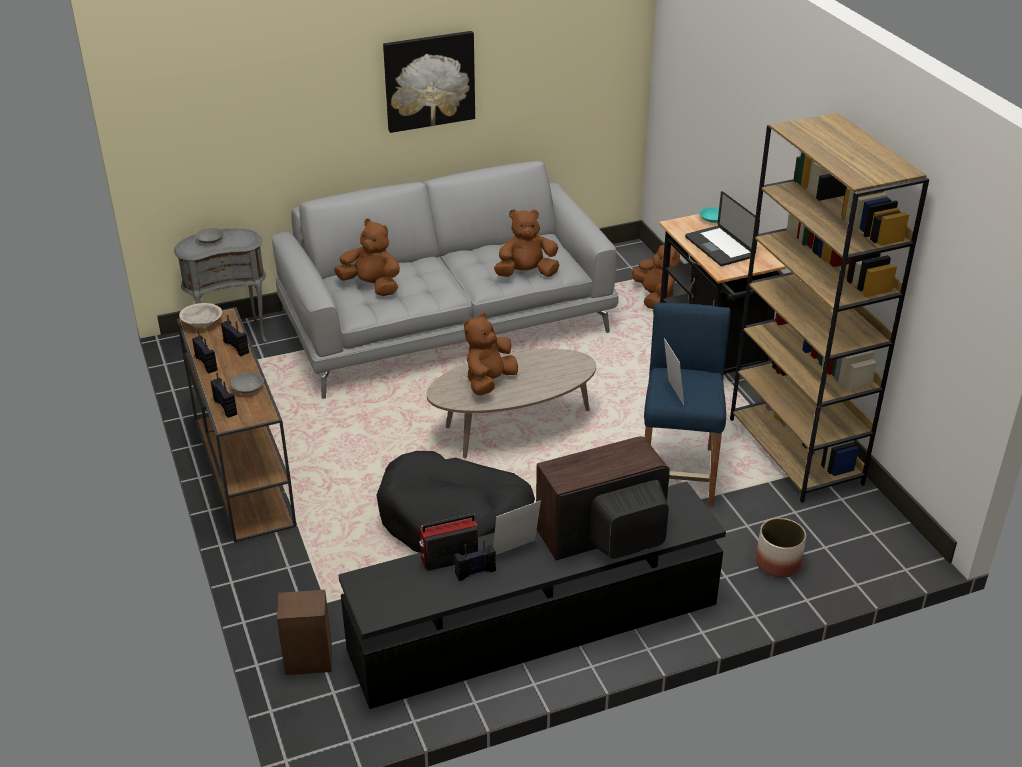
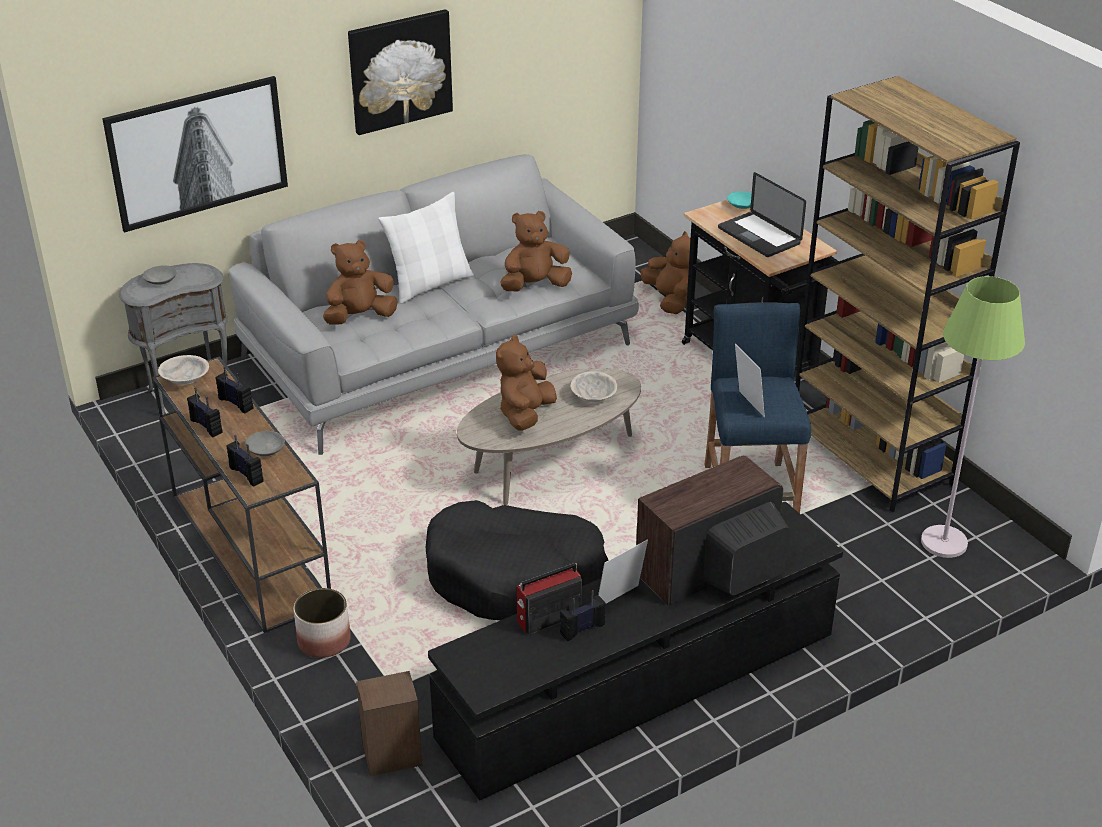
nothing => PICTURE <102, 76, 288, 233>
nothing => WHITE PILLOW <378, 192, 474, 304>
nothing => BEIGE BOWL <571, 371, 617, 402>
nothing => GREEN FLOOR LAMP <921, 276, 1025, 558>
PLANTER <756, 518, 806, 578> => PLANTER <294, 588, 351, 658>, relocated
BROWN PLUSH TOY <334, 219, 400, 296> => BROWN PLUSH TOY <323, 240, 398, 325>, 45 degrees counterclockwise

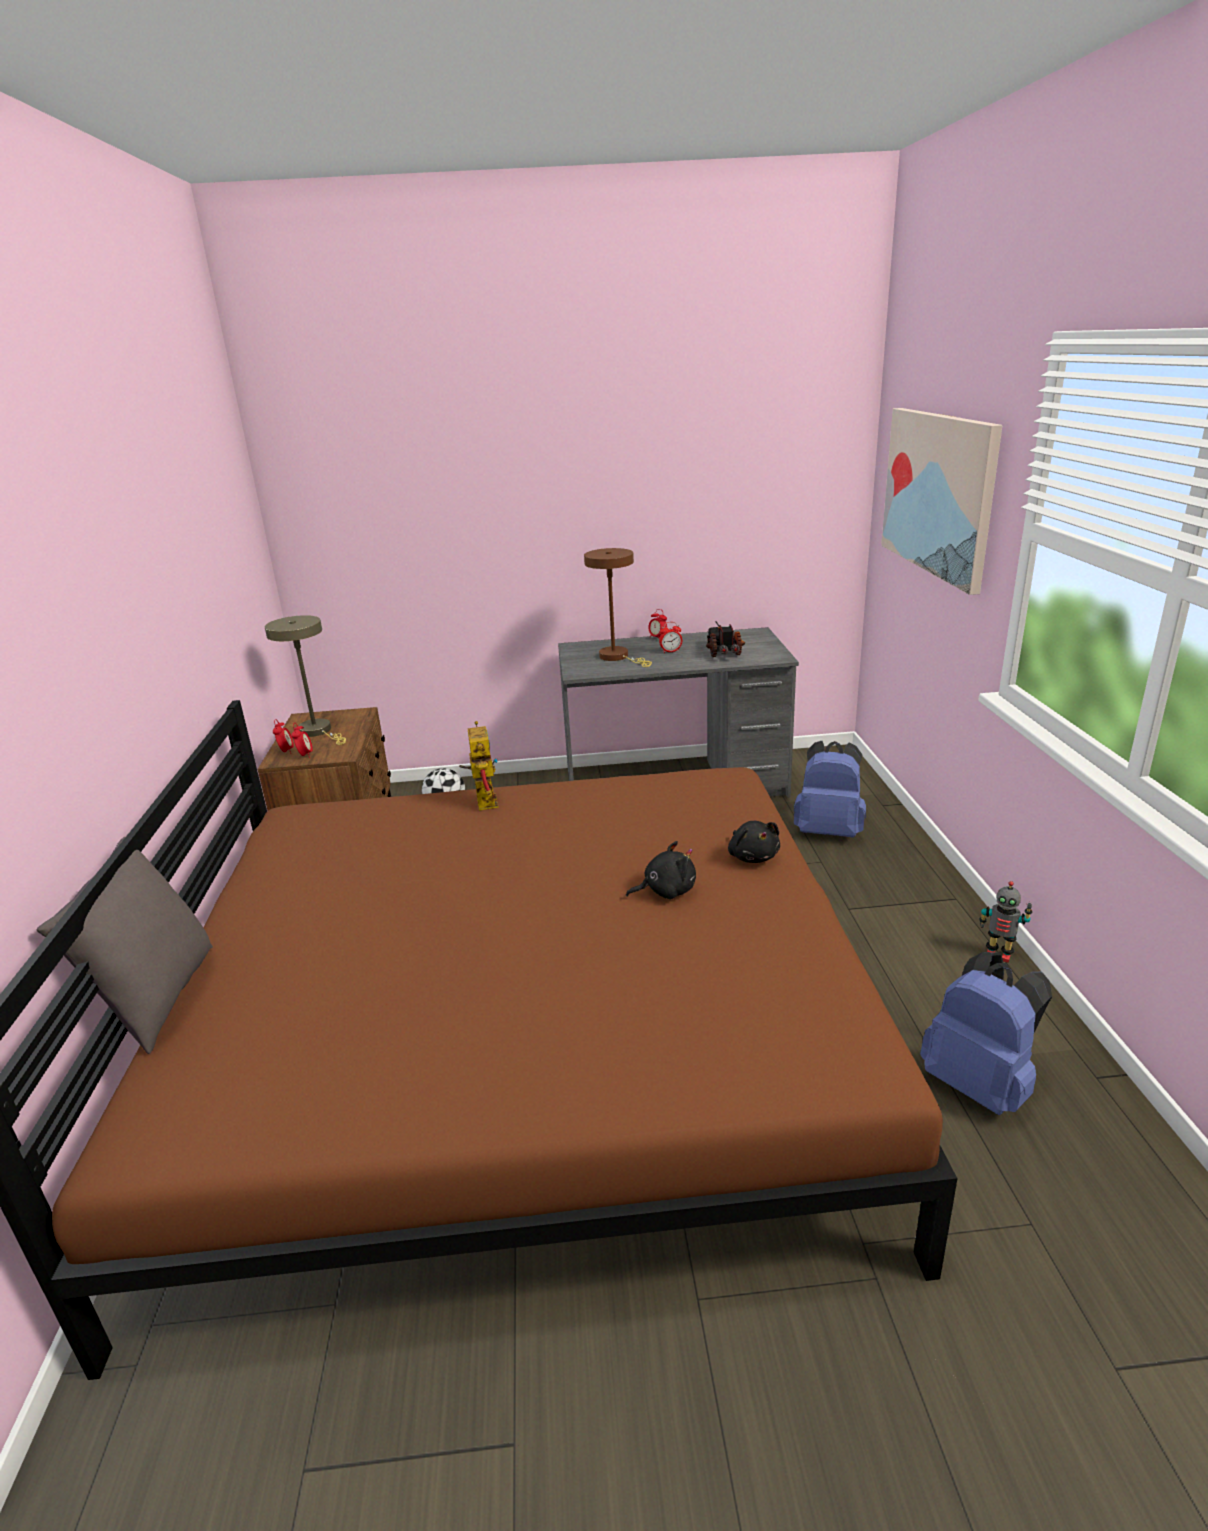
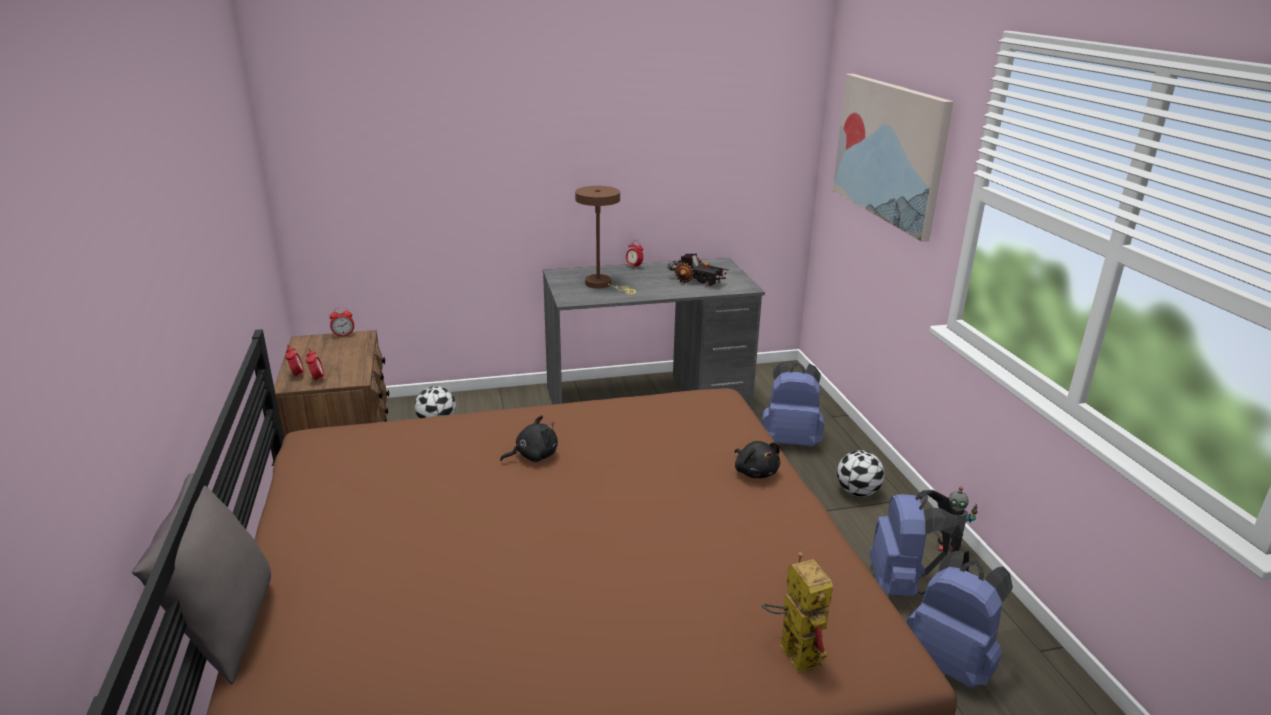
BEIGE TABLE LAMP <265, 615, 346, 745> => nothing
nothing => FOOTBALL <837, 450, 885, 497>
nothing => BLUE BACKPACK <869, 490, 963, 597>
TOY ROBOT <459, 721, 499, 810> => TOY ROBOT <762, 552, 833, 674>, relocated
BLACK PLUSH TOY <626, 841, 696, 899> => BLACK PLUSH TOY <500, 415, 558, 462>, relocated
ALARM CLOCK <659, 622, 682, 653> => ALARM CLOCK <329, 307, 354, 337>, relocated
TOY TRUCK <706, 621, 745, 657> => TOY TRUCK <667, 254, 729, 286>, 135 degrees clockwise

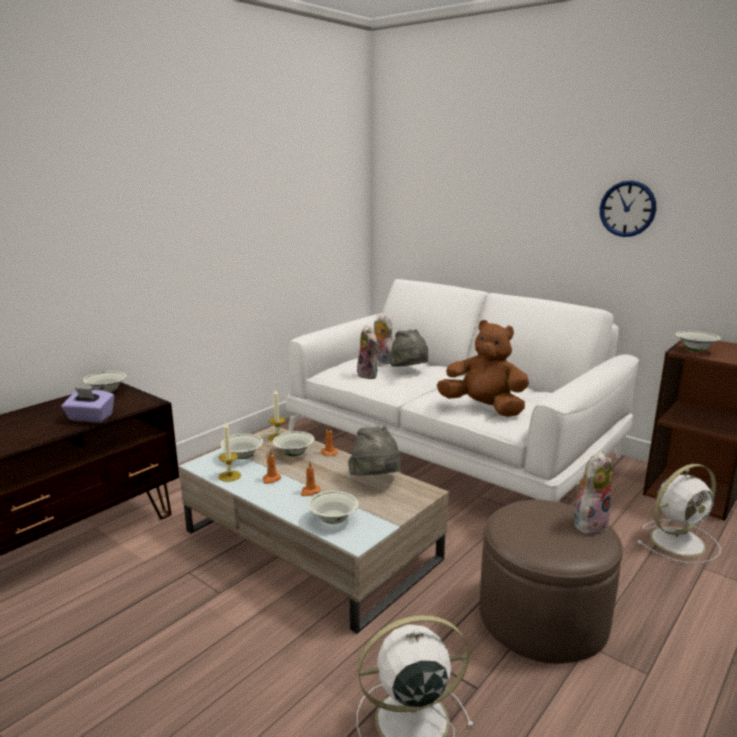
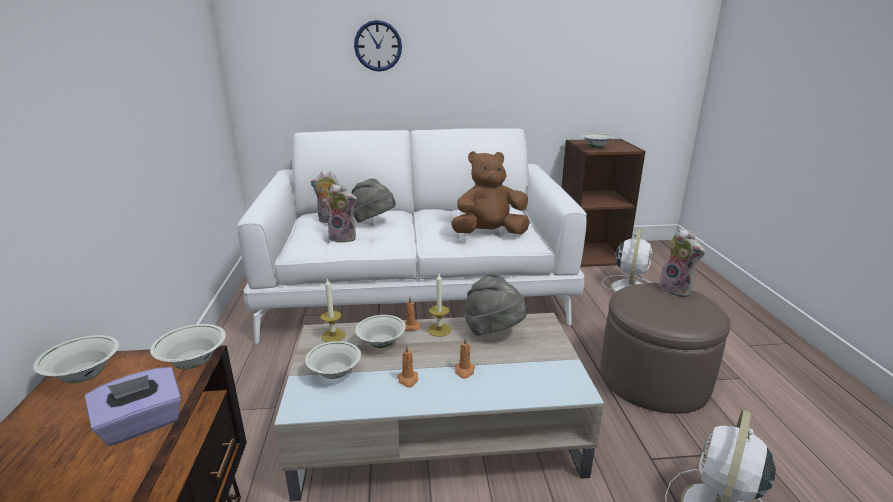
CANDLE <219, 421, 241, 482> => CANDLE <428, 274, 451, 337>, relocated
WHITE BOWL <308, 491, 359, 524> => WHITE BOWL <150, 324, 226, 369>, relocated
WALL CLOCK <600, 180, 656, 237> => WALL CLOCK <354, 20, 402, 72>, relocated
PLUSH TOY <574, 451, 613, 535> => PLUSH TOY <659, 228, 705, 297>, 150 degrees clockwise

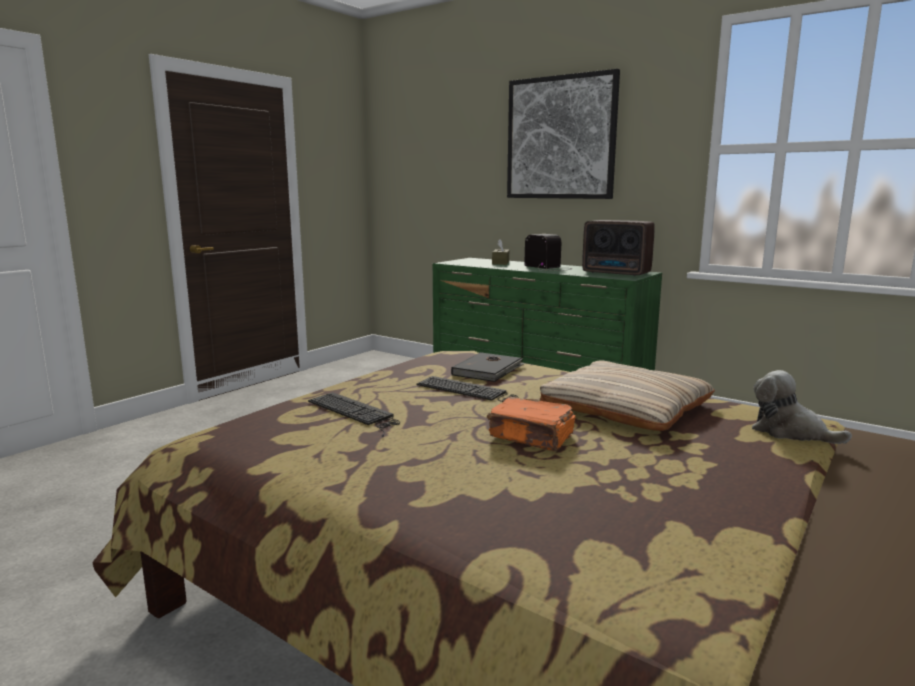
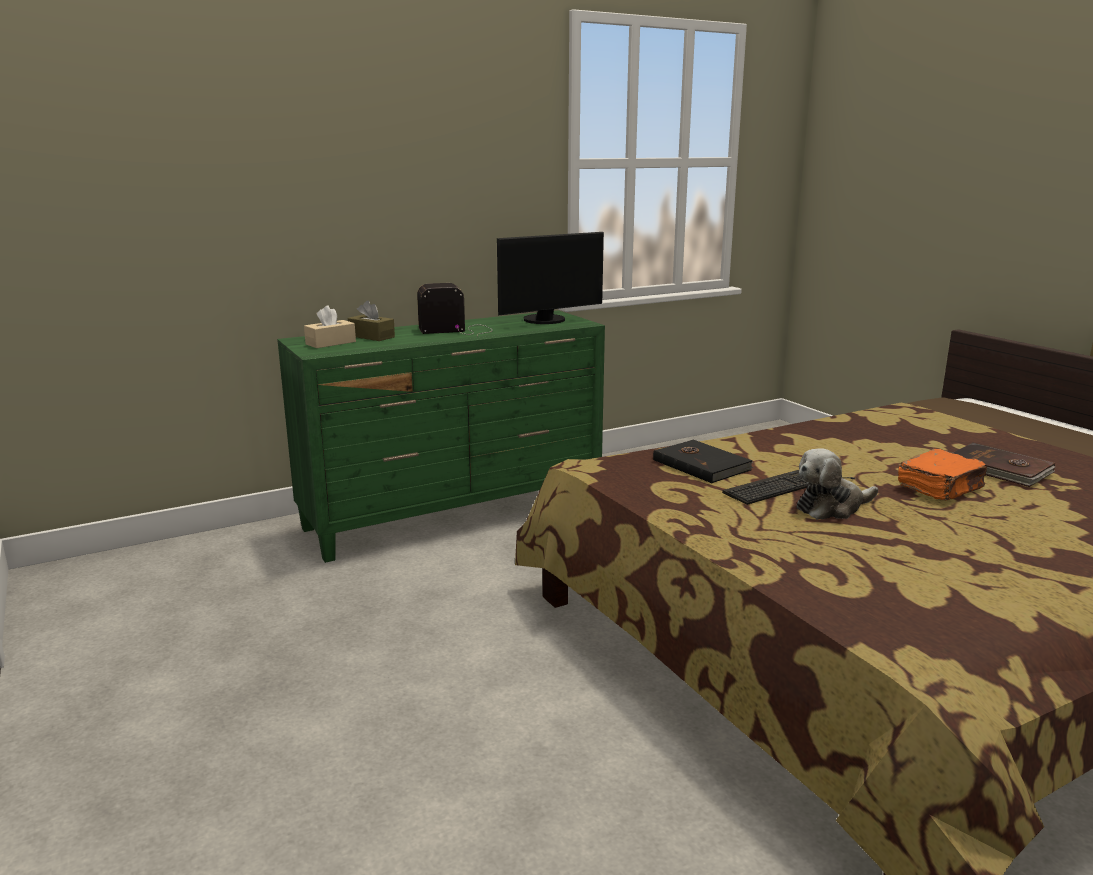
KEYBOARD <308, 392, 400, 437> => nothing
PICTURE <507, 69, 620, 199> => nothing
BEIGE PILLOW <540, 361, 715, 431> => nothing
nothing => BEIGE TISSUE BOX <304, 305, 356, 348>
nothing => BROWN BOOK <953, 443, 1056, 487>
PLUSH TOY <752, 370, 852, 444> => PLUSH TOY <797, 448, 878, 519>, relocated
RADIO <582, 220, 655, 276> => MONITOR <497, 232, 604, 324>

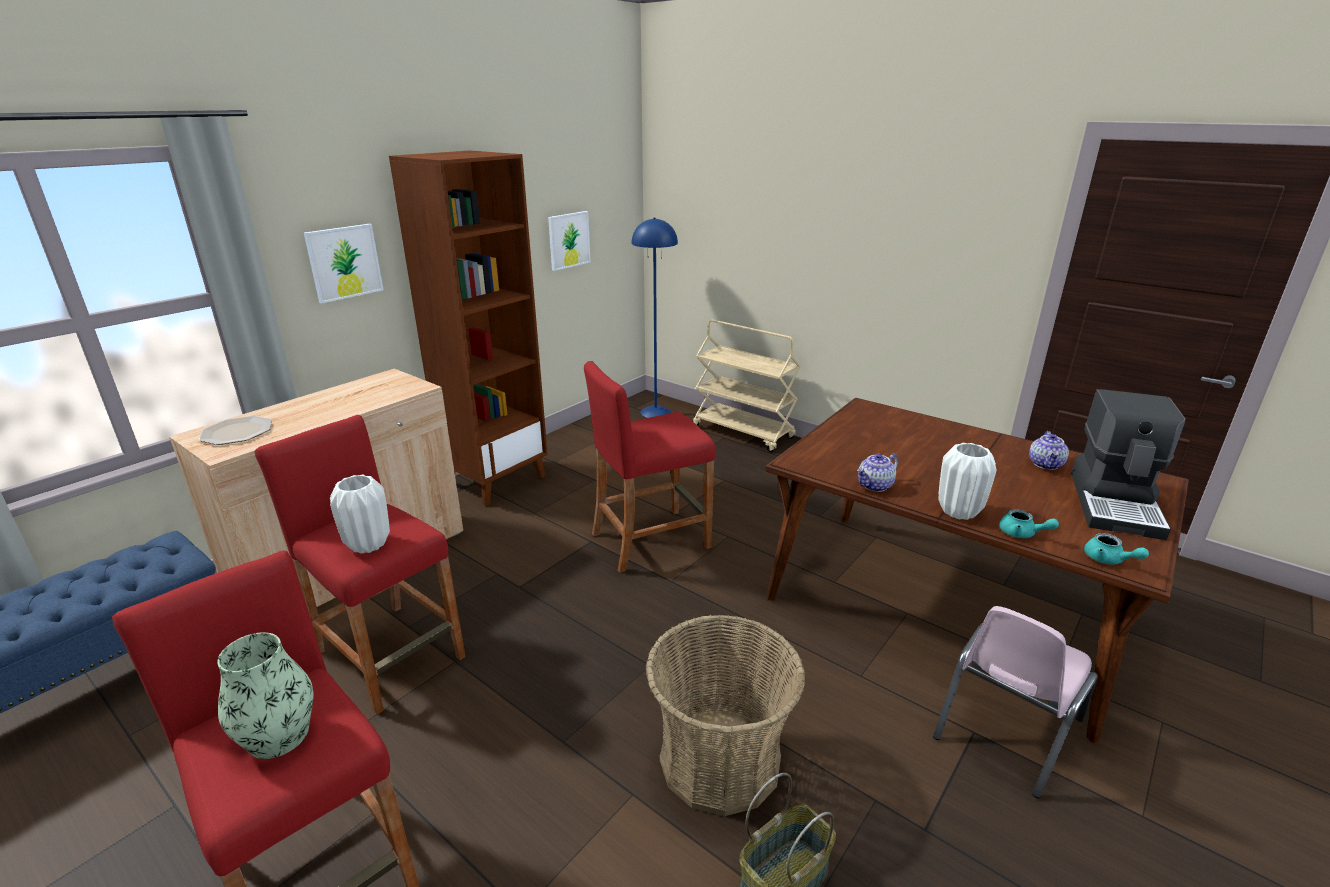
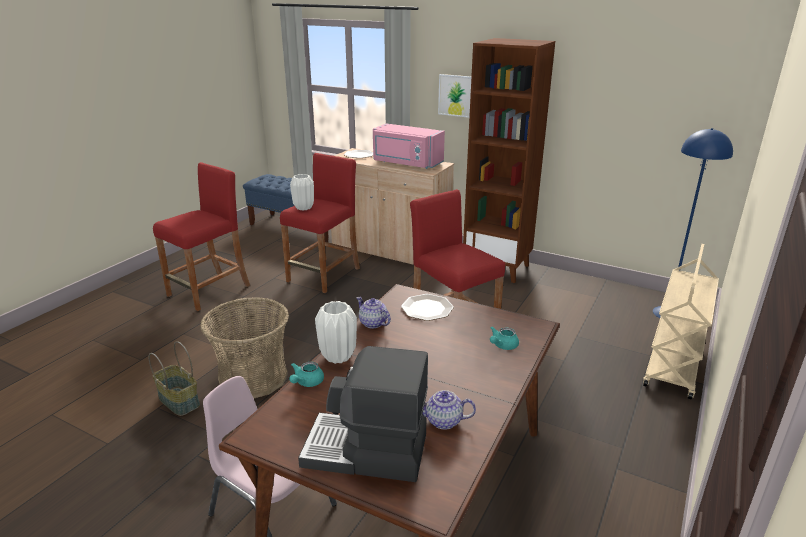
VASE <217, 632, 313, 759> => nothing
PICTURE <548, 211, 591, 271> => nothing
nothing => PINK MICROWAVE <373, 124, 445, 169>
nothing => PLATE <401, 294, 454, 321>
TURQUOISE TEAPOT <1084, 533, 1149, 565> => TURQUOISE TEAPOT <490, 326, 519, 350>, relocated

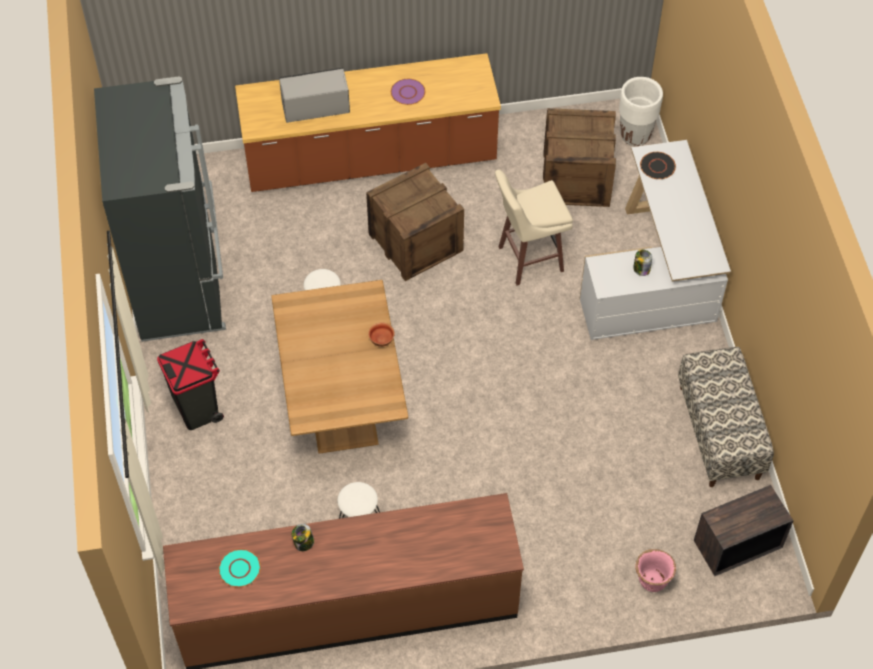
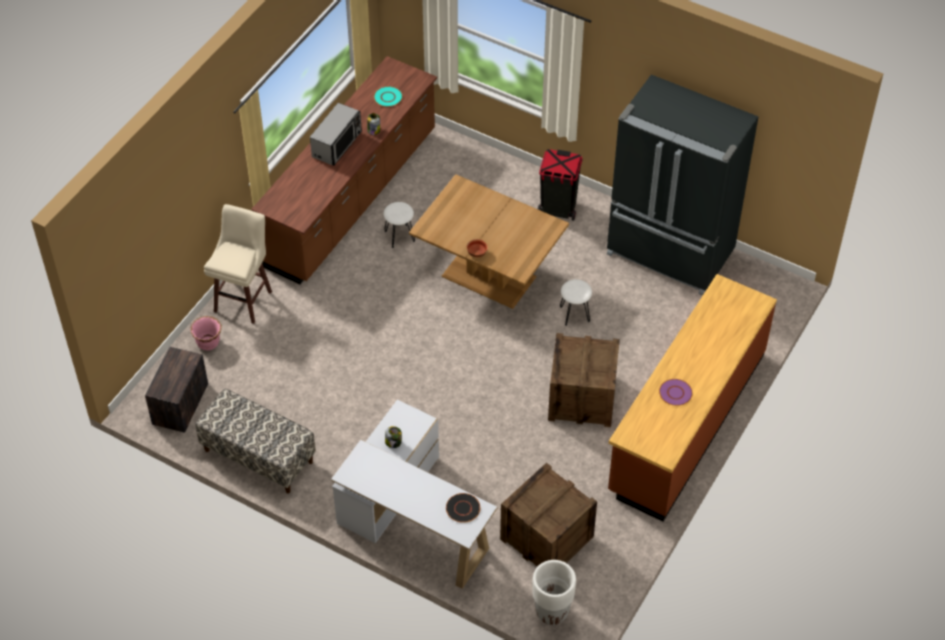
MICROWAVE <279, 68, 350, 123> => MICROWAVE <310, 103, 362, 166>, relocated
BEIGE STOOL <495, 170, 573, 285> => BEIGE STOOL <204, 204, 272, 324>, relocated

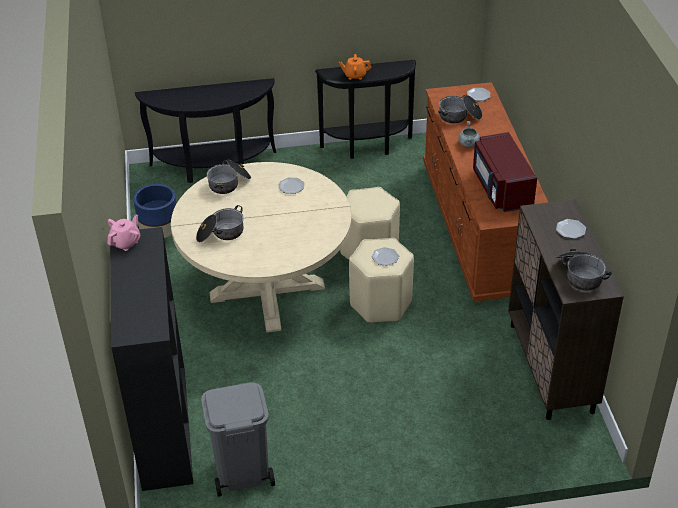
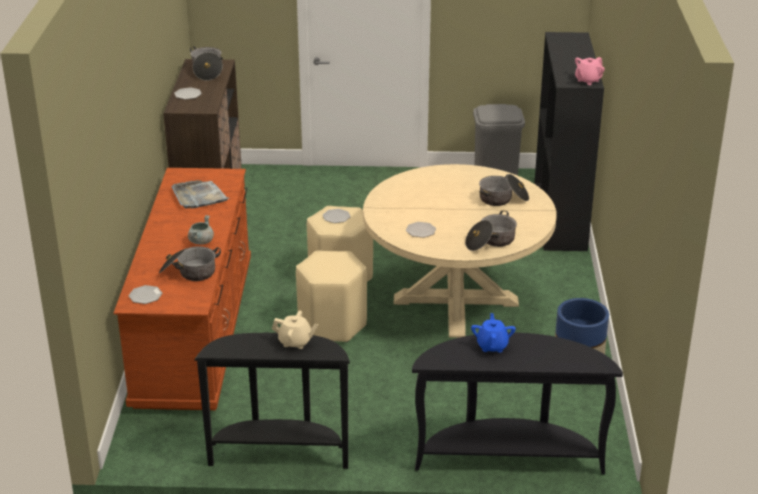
nothing => BLUE TEAPOT <471, 313, 516, 353>
RED MICROWAVE <473, 132, 537, 212> => GREY TRAY <171, 180, 229, 208>
ORANGE TEAPOT <339, 54, 371, 80> => BEIGE TEAPOT <272, 311, 318, 349>

